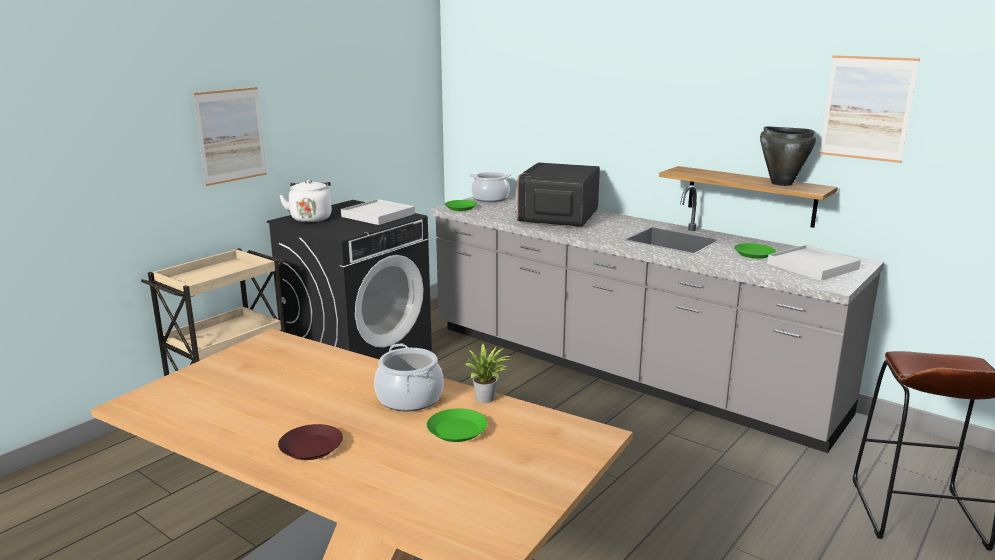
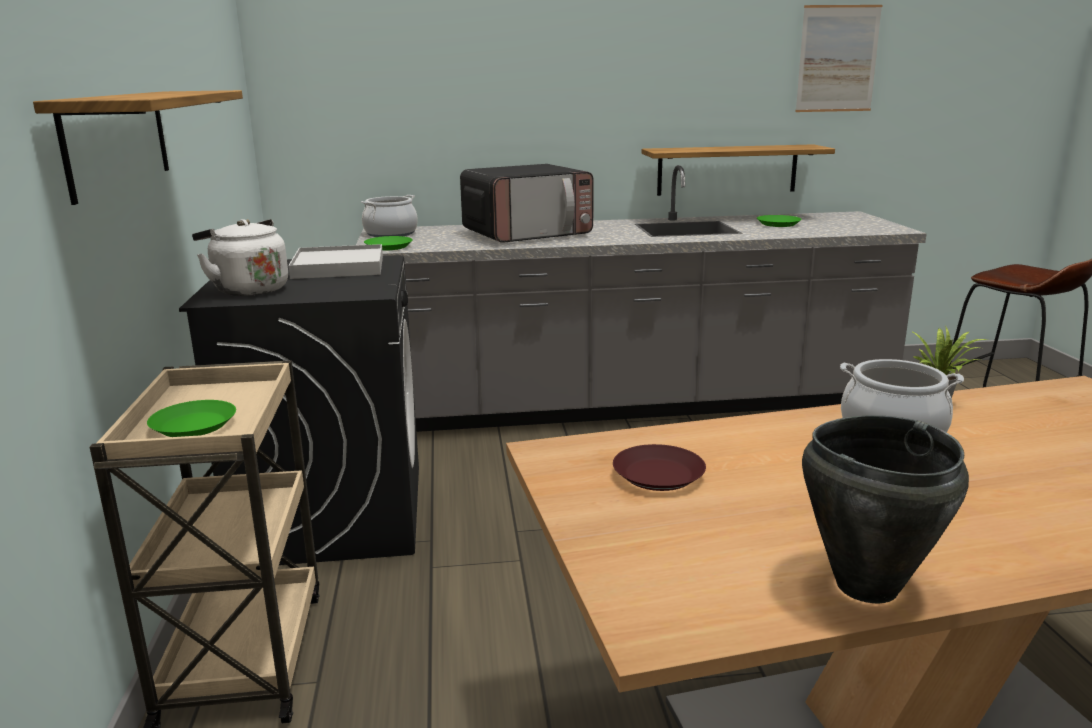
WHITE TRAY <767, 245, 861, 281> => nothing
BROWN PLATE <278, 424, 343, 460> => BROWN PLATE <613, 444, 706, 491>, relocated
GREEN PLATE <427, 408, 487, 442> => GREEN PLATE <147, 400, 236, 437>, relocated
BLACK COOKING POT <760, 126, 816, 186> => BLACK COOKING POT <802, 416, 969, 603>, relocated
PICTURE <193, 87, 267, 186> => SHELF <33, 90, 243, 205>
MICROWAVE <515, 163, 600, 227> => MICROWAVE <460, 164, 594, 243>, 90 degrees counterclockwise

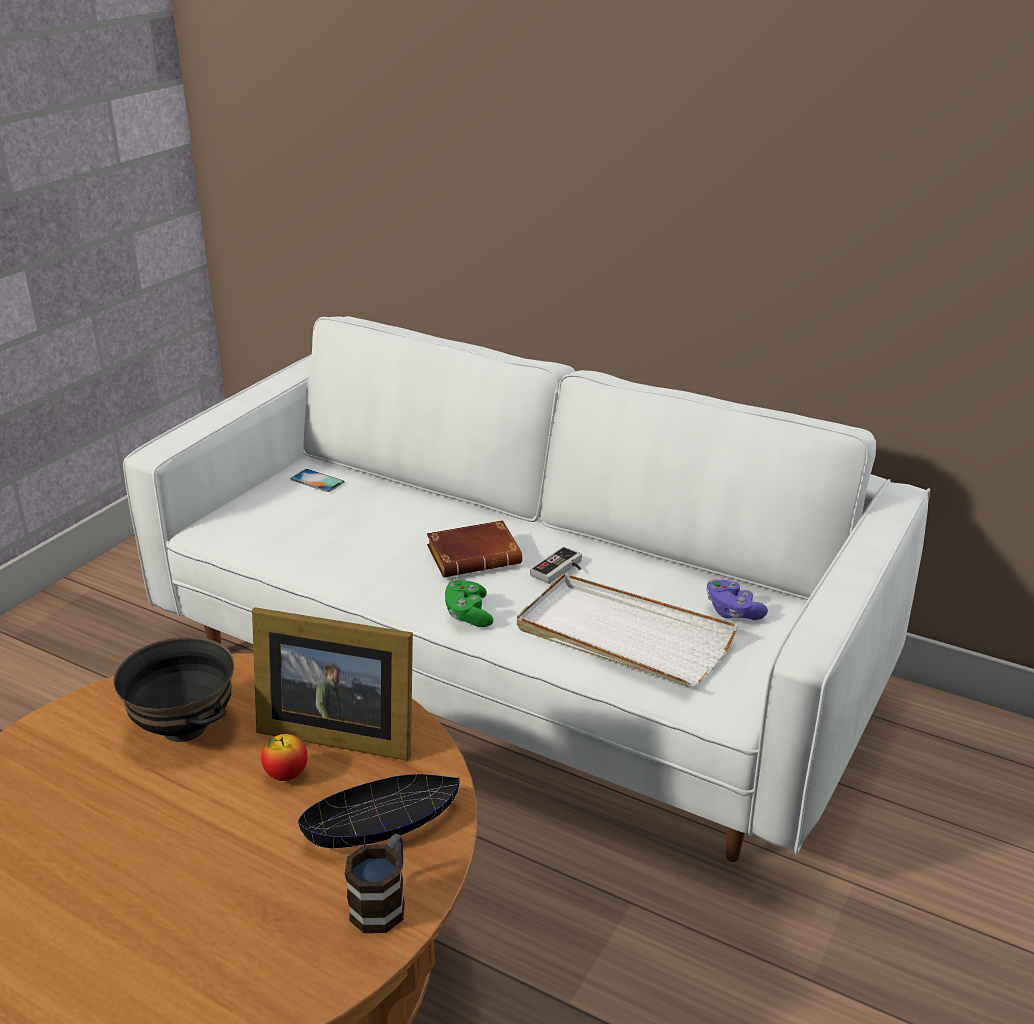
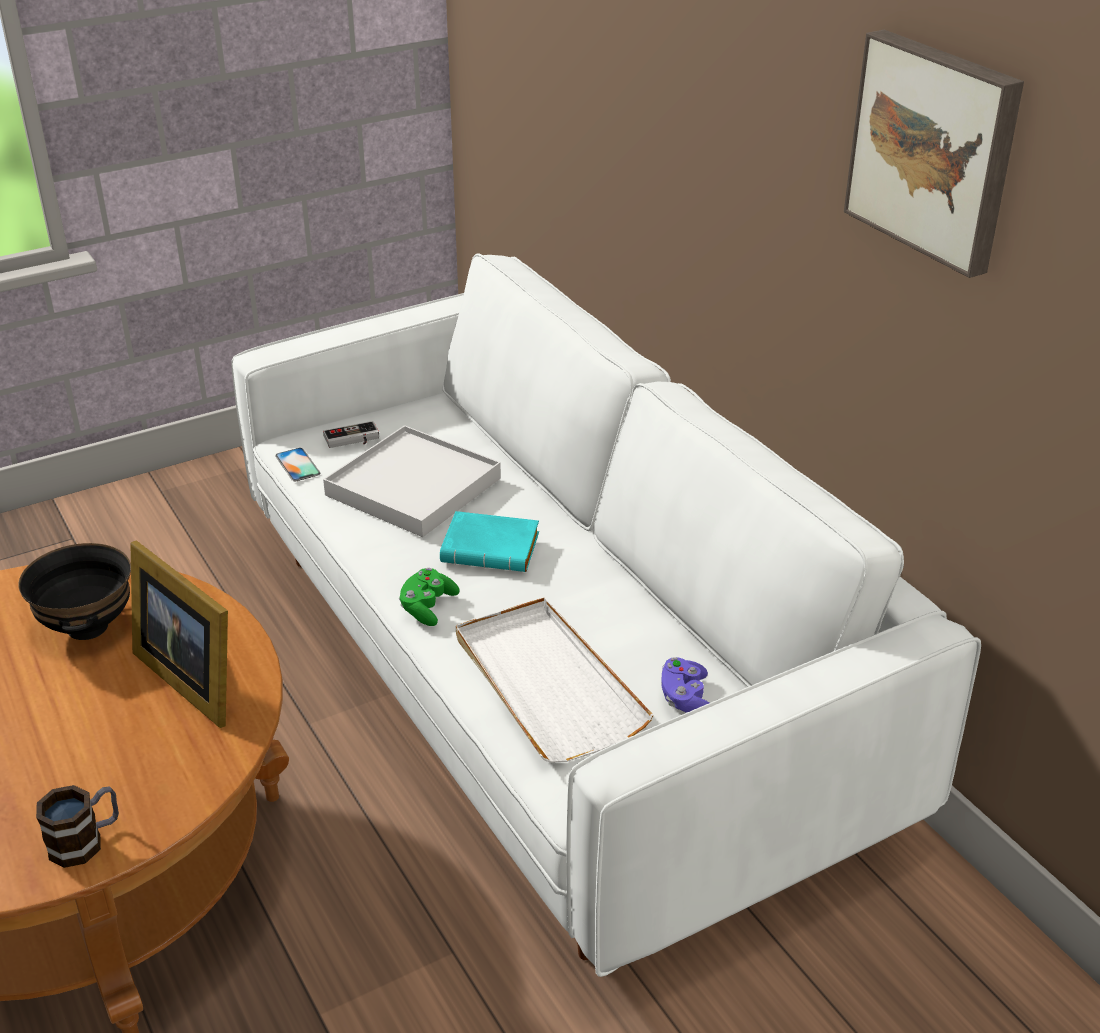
APPLE <261, 734, 308, 781> => nothing
BLACK BOWL <298, 774, 460, 849> => nothing
nothing => WHITE TRAY <323, 425, 501, 537>
nothing => PICTURE <844, 30, 1024, 278>
PHONE <290, 469, 345, 492> => PHONE <275, 448, 320, 481>, relocated
GAME CONTROLLER <530, 546, 582, 584> => GAME CONTROLLER <323, 421, 379, 448>, relocated
BROWN BOOK <427, 520, 522, 577> => TURQUOISE BOOK <440, 511, 539, 572>

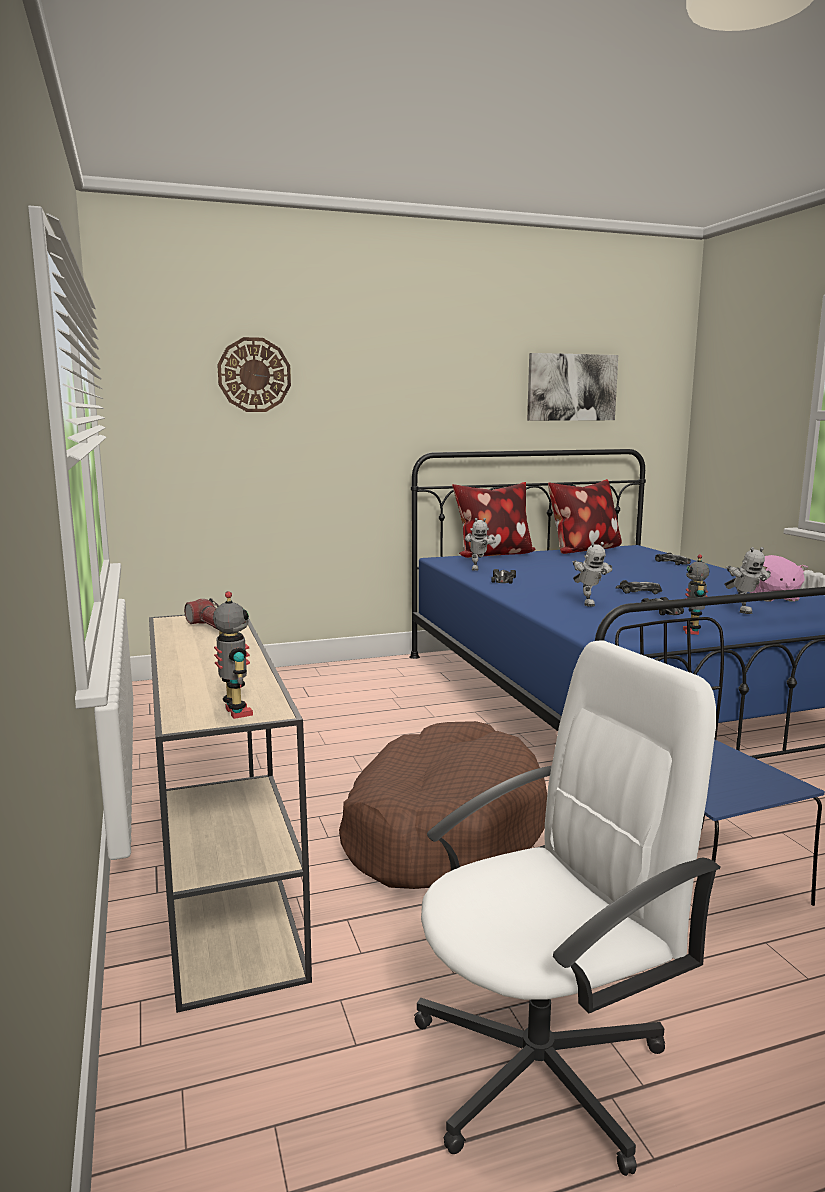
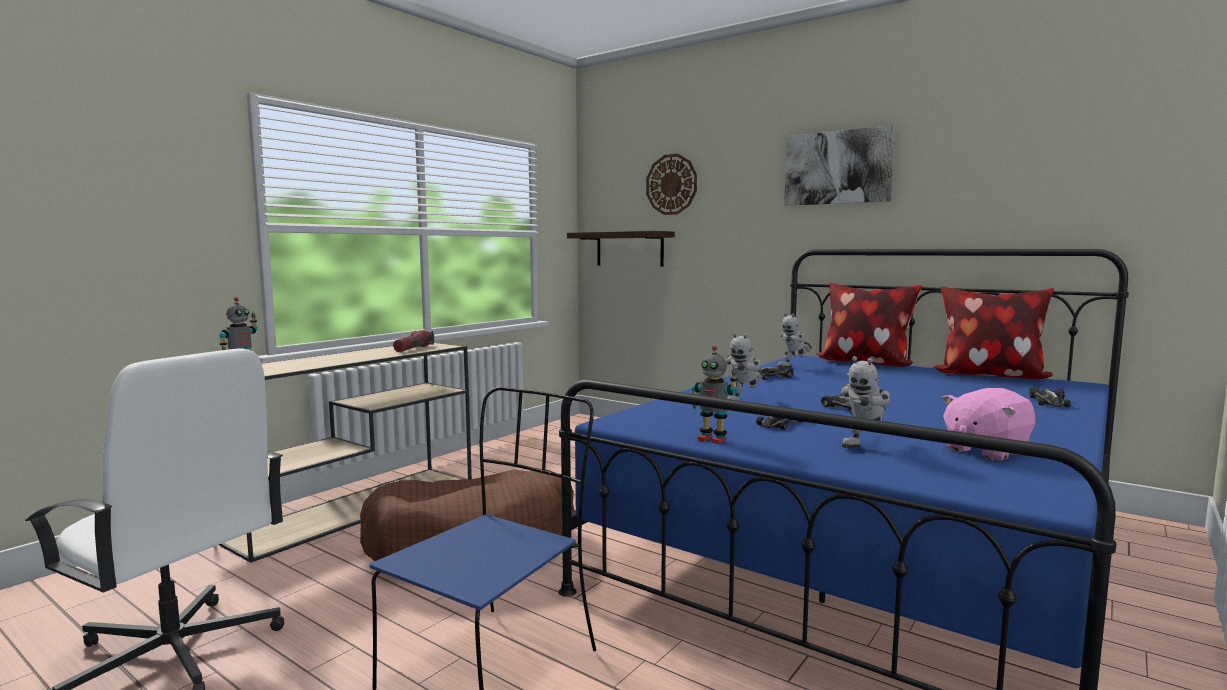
nothing => SHELF <567, 231, 675, 267>
PICTURE <527, 353, 618, 421> => PICTURE <784, 125, 895, 206>, relocated
TOY ROBOT <683, 554, 709, 635> => TOY ROBOT <691, 345, 738, 444>, 120 degrees counterclockwise

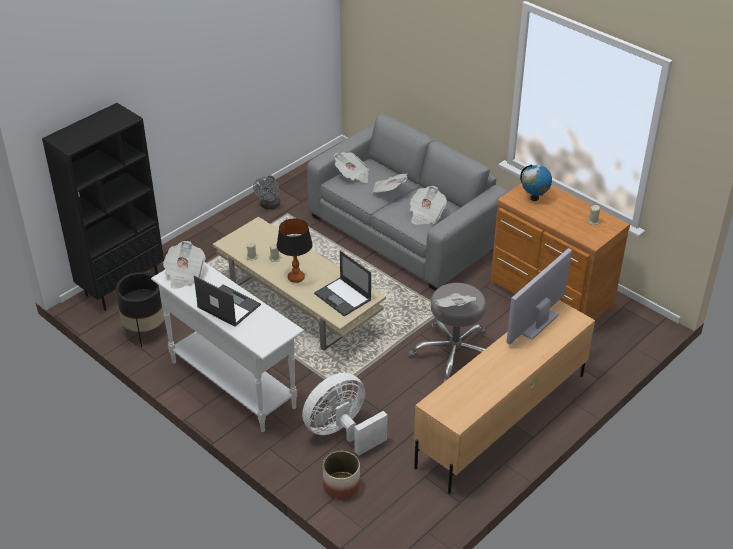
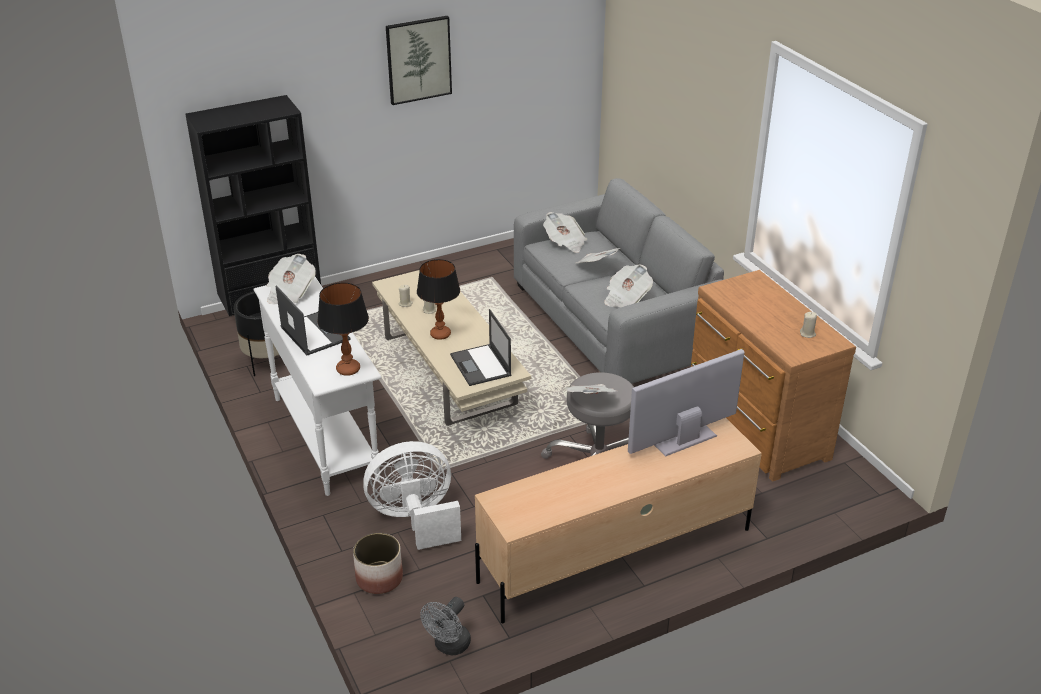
GLOBE <520, 164, 552, 201> => nothing
nothing => TABLE LAMP <317, 283, 369, 376>
nothing => PICTURE <386, 16, 452, 105>
GREY FAN <253, 176, 280, 209> => GREY FAN <420, 597, 471, 656>, relocated

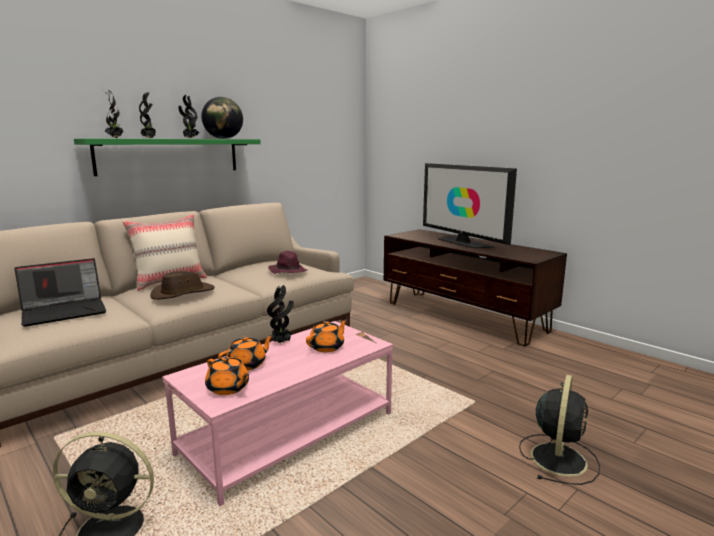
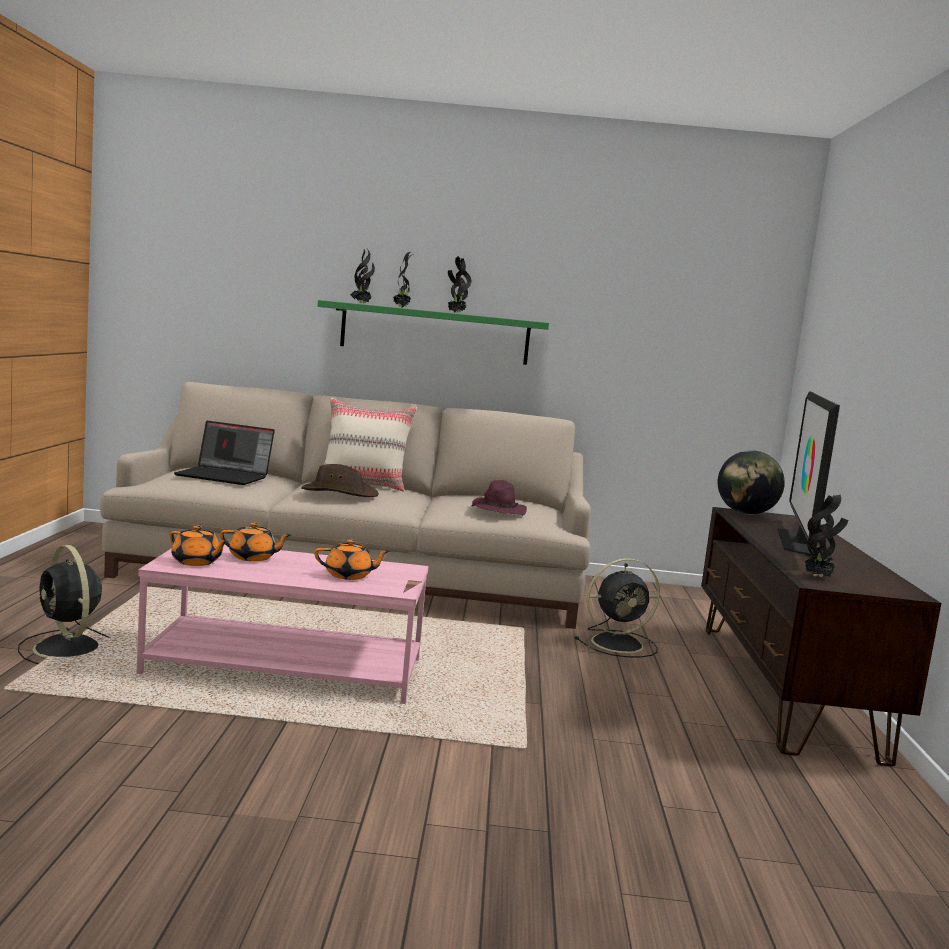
GLOBE <201, 97, 243, 139> => GLOBE <718, 450, 785, 515>, relocated
POTTED PLANT <267, 285, 294, 343> => POTTED PLANT <805, 495, 848, 578>, relocated
BLACK FAN <519, 375, 600, 485> => BLACK FAN <575, 558, 660, 657>, relocated
ORANGE TEAPOT <205, 357, 249, 395> => ORANGE TEAPOT <169, 525, 229, 566>, 60 degrees counterclockwise

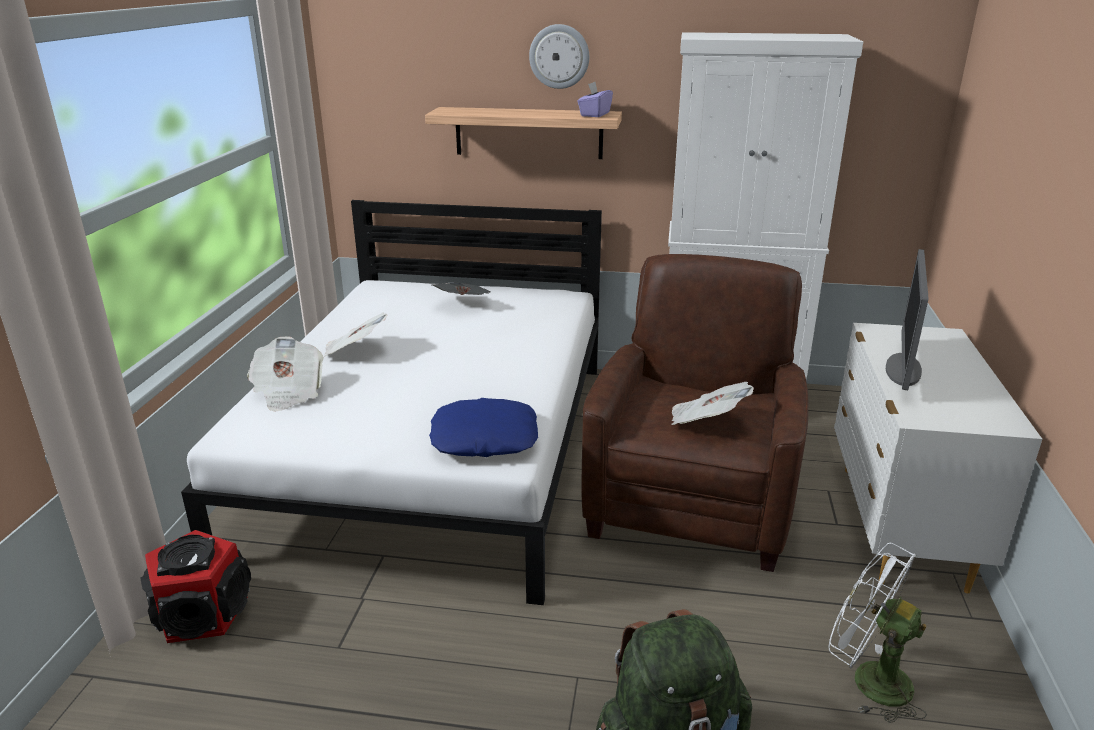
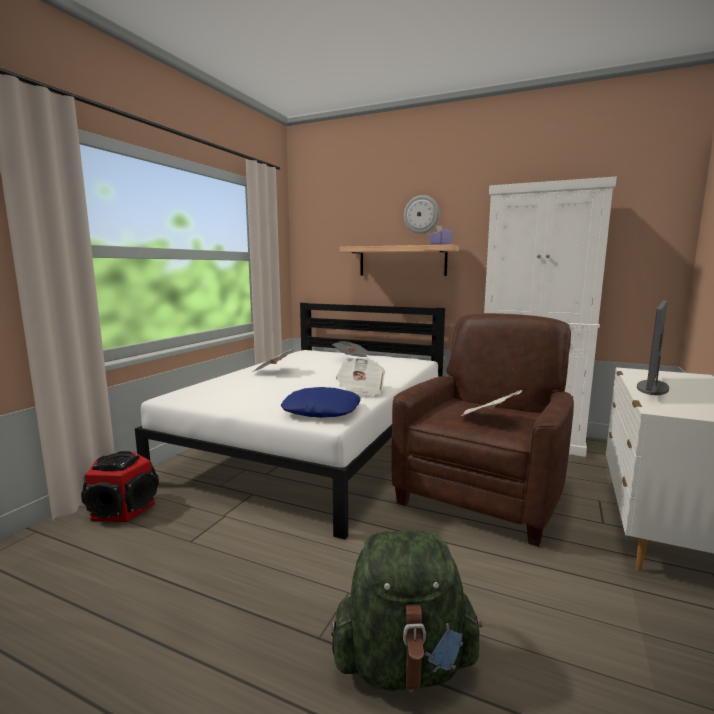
WHITE FAN <828, 543, 927, 723> => nothing
NEWSPAPER <247, 336, 324, 412> => NEWSPAPER <336, 358, 385, 398>, relocated

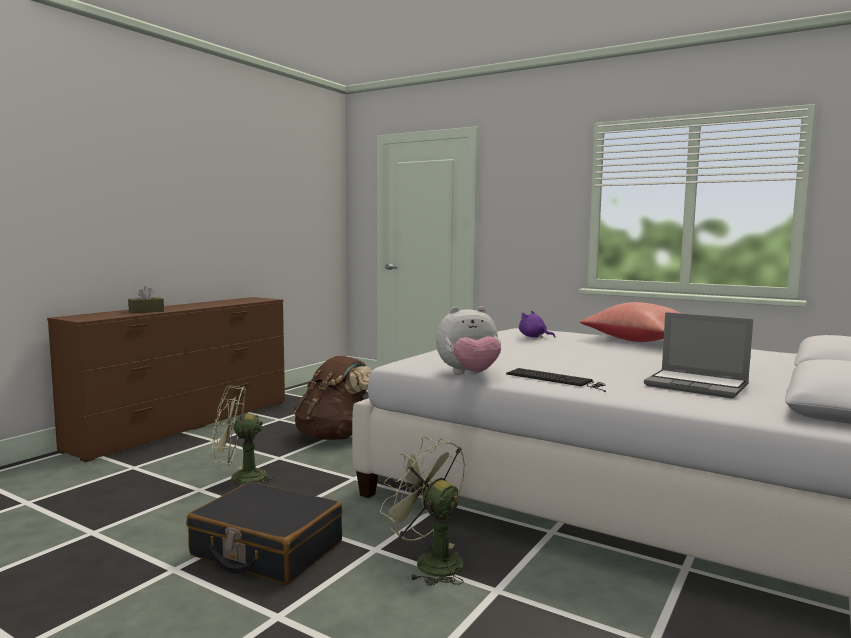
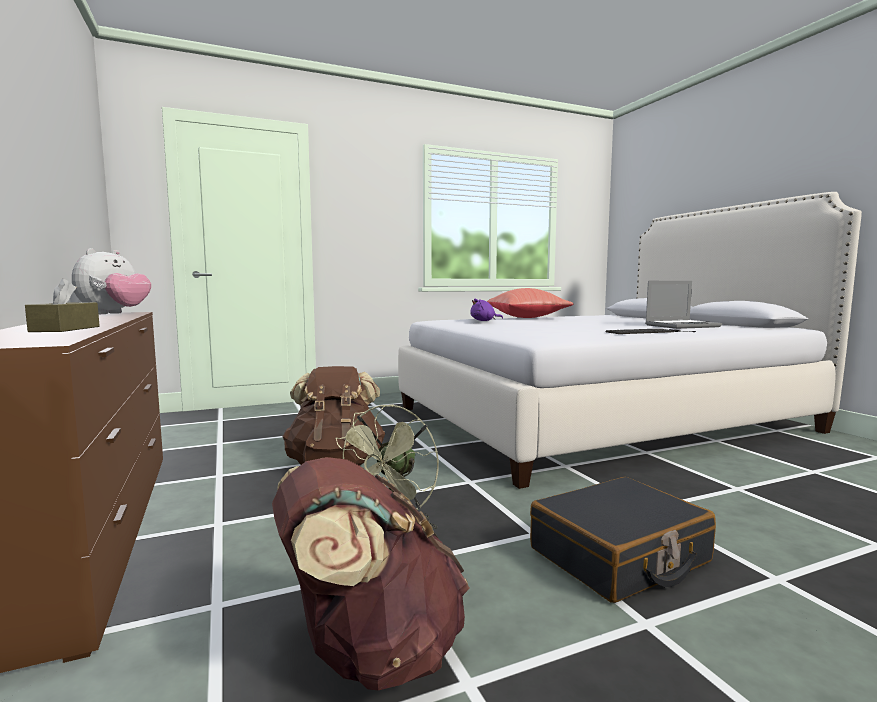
GREEN FAN <380, 437, 465, 586> => nothing
nothing => BROWN BACKPACK <272, 457, 470, 690>
PLUSH TOY <436, 306, 501, 374> => PLUSH TOY <72, 248, 151, 314>, relocated

